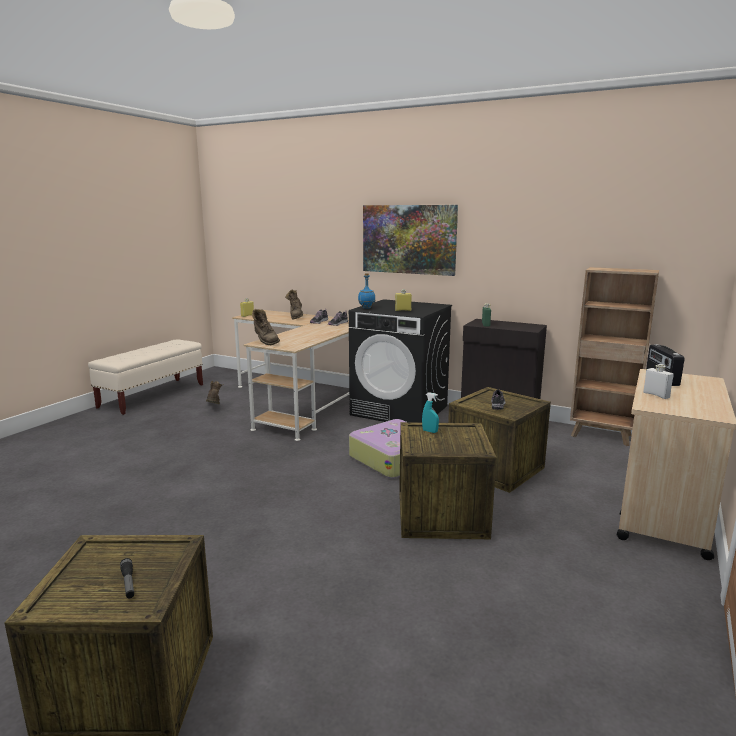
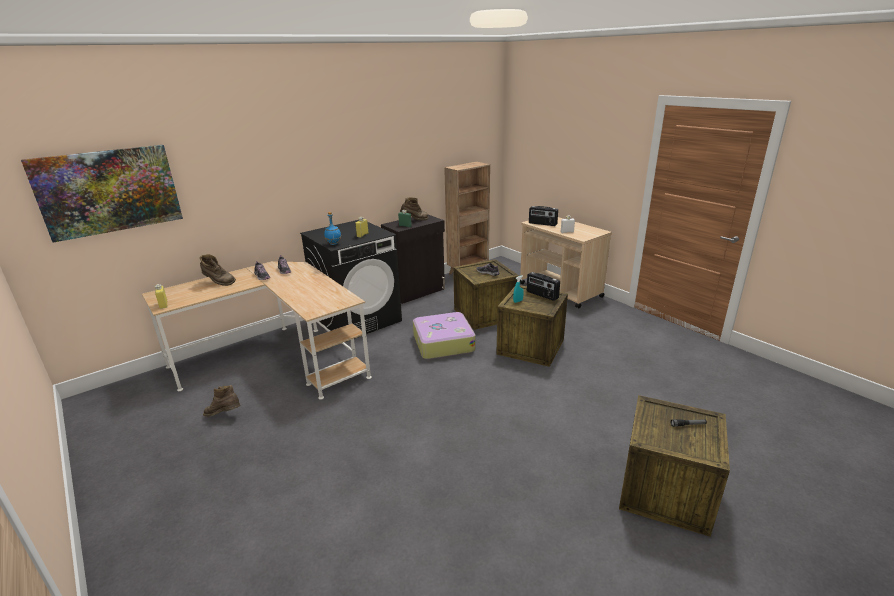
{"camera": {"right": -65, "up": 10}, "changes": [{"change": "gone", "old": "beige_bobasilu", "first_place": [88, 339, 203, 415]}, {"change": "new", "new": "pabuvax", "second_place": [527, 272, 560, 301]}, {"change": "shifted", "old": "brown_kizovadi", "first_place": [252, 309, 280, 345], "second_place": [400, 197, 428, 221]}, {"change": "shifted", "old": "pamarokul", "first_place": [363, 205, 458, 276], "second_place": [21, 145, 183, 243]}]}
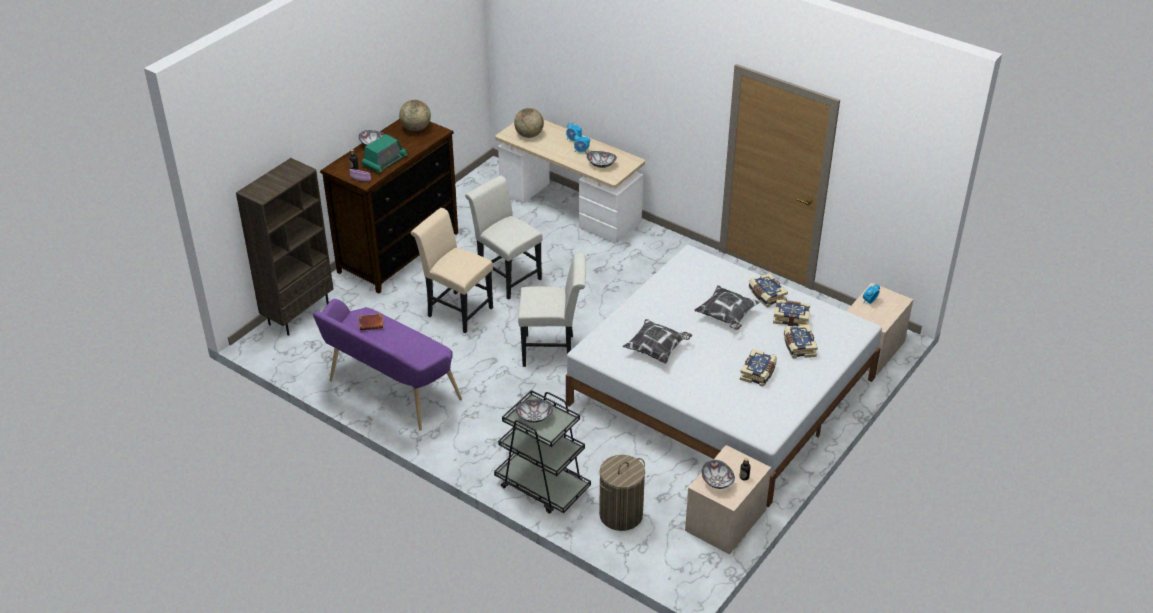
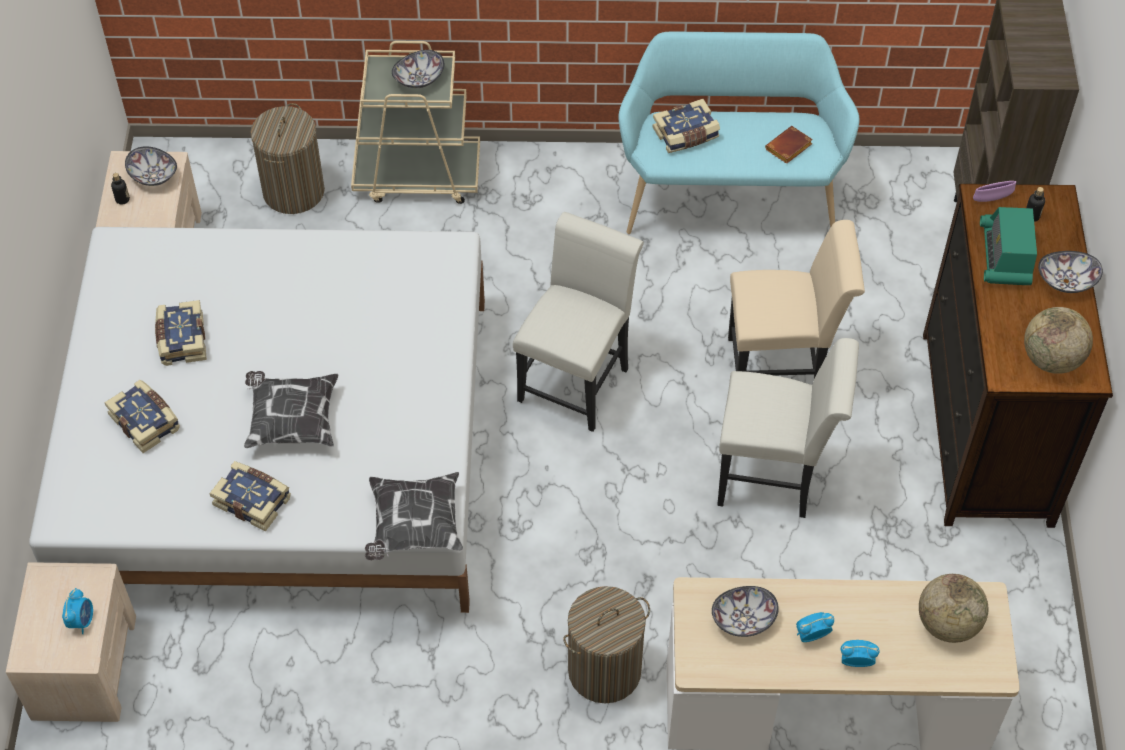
{"camera": {"right": 145, "up": 15}, "changes": [{"change": "new", "new": "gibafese", "second_place": [563, 586, 650, 703]}, {"change": "shifted", "old": "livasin", "first_place": [622, 319, 692, 364], "second_place": [365, 472, 463, 561]}, {"change": "shifted", "old": "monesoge", "first_place": [773, 300, 810, 326], "second_place": [653, 99, 720, 153]}, {"change": "repainted", "old": "purple_bobasilu", "new": "turquoise_bobasilu", "first_place": [313, 299, 462, 431], "second_place": [618, 32, 860, 234]}, {"change": "repainted", "old": "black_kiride", "new": "beige_kiride", "first_place": [494, 390, 591, 514], "second_place": [351, 41, 480, 204]}, {"change": "rotated", "old": "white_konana", "first_place": [518, 253, 586, 367], "second_place": [513, 212, 644, 432], "degrees": 150}]}
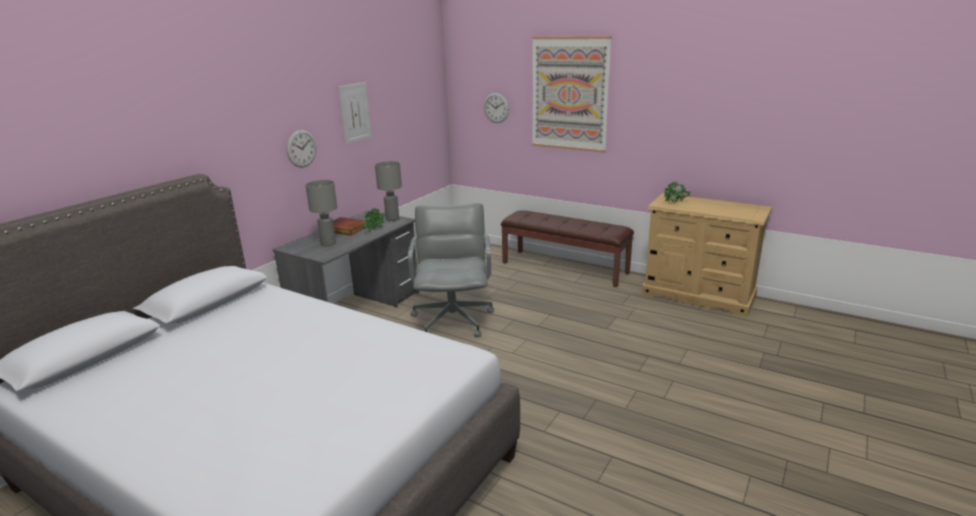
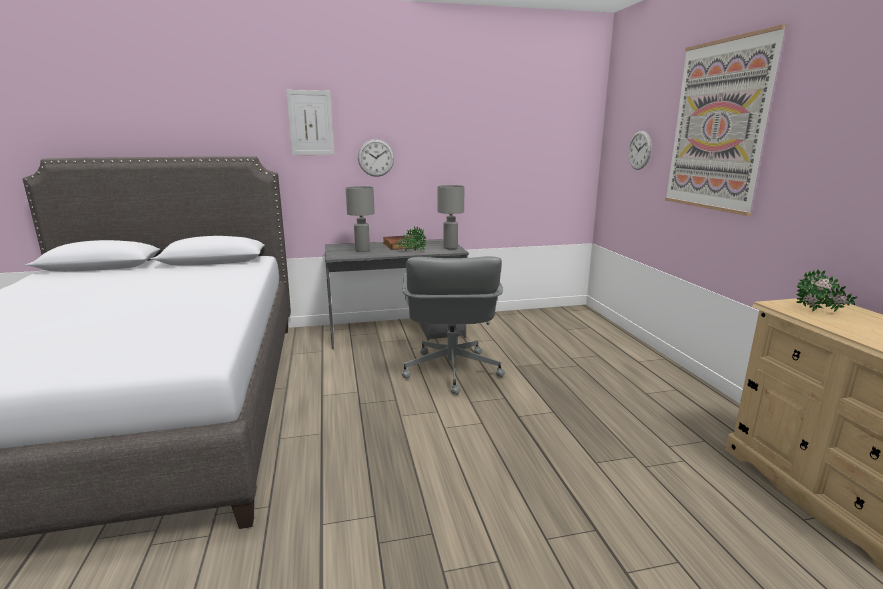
{"camera": {"right": 45, "up": -5}, "changes": [{"change": "gone", "old": "brown_bobasilu", "first_place": [501, 210, 634, 287]}, {"change": "shifted", "old": "pamarokul", "first_place": [338, 82, 372, 144], "second_place": [286, 90, 334, 155]}, {"change": "rotated", "old": "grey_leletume", "first_place": [408, 203, 494, 337], "second_place": [402, 256, 505, 395], "degrees": 135}]}
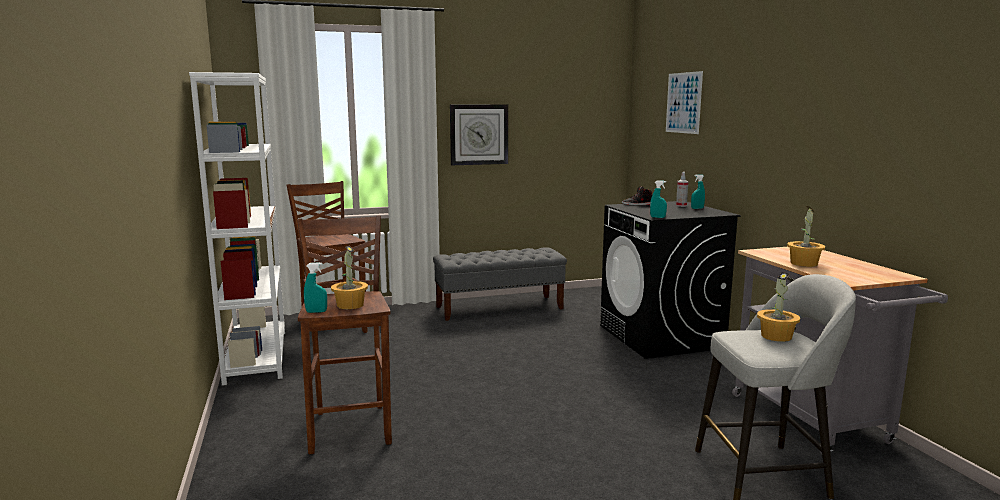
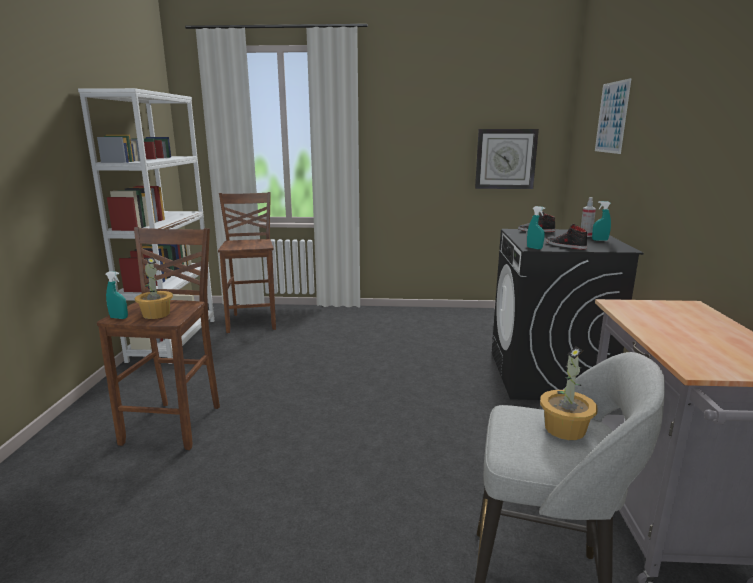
{"camera": {"right": 20, "up": 5}, "changes": [{"change": "gone", "old": "grey_bobasilu", "first_place": [433, 247, 567, 321]}, {"change": "gone", "old": "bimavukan", "first_place": [787, 206, 825, 267]}, {"change": "new", "new": "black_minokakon", "second_place": [546, 224, 587, 250]}, {"change": "shifted", "old": "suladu", "first_place": [450, 105, 508, 165], "second_place": [475, 129, 539, 189]}]}
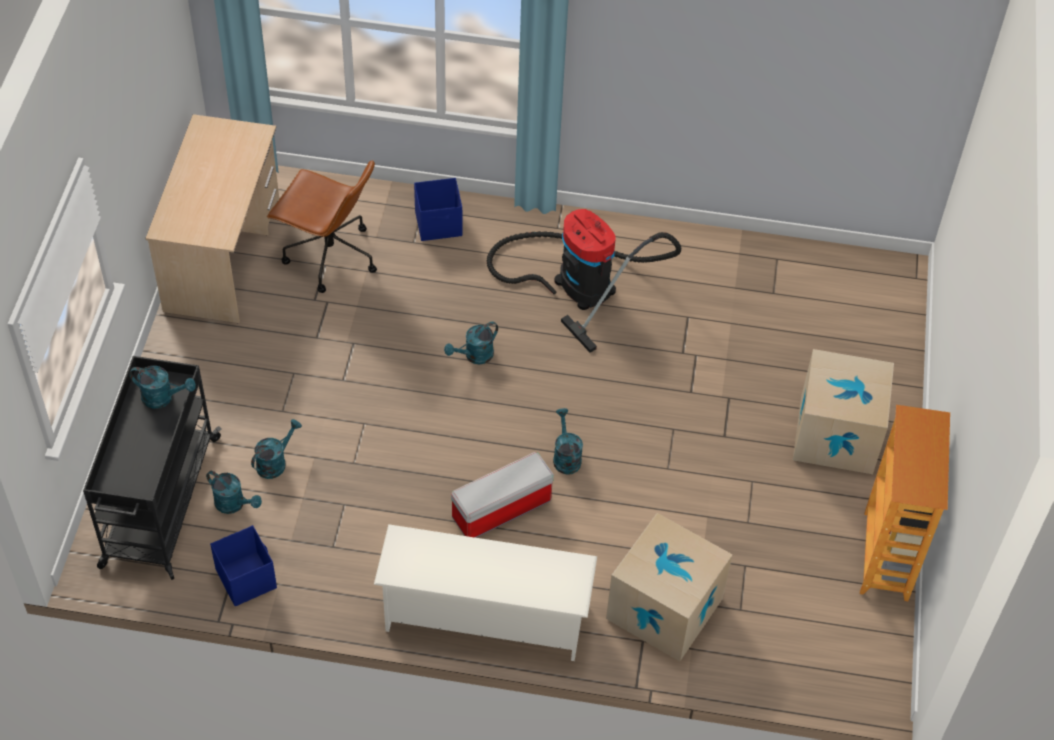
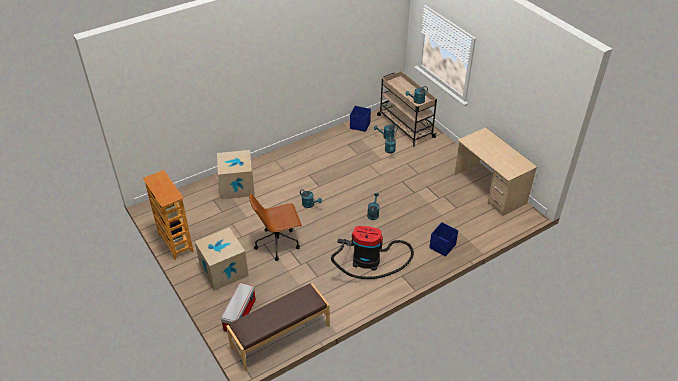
{"camera": {"right": 140, "up": -10}, "changes": [{"change": "gone", "old": "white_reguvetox", "first_place": [374, 524, 597, 661]}, {"change": "new", "new": "brown_bobasilu", "second_place": [226, 283, 330, 371]}, {"change": "shifted", "old": "brown_leletume", "first_place": [267, 160, 377, 293], "second_place": [249, 193, 302, 261]}, {"change": "shifted", "old": "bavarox", "first_place": [451, 452, 554, 538], "second_place": [221, 283, 256, 332]}, {"change": "repainted", "old": "black_kiride", "new": "beige_kiride", "first_place": [83, 356, 222, 580], "second_place": [377, 71, 437, 147]}]}
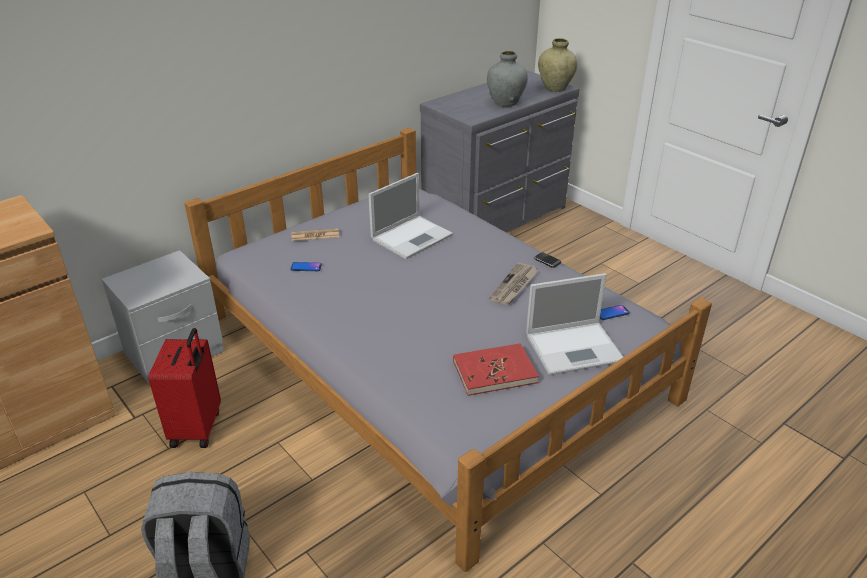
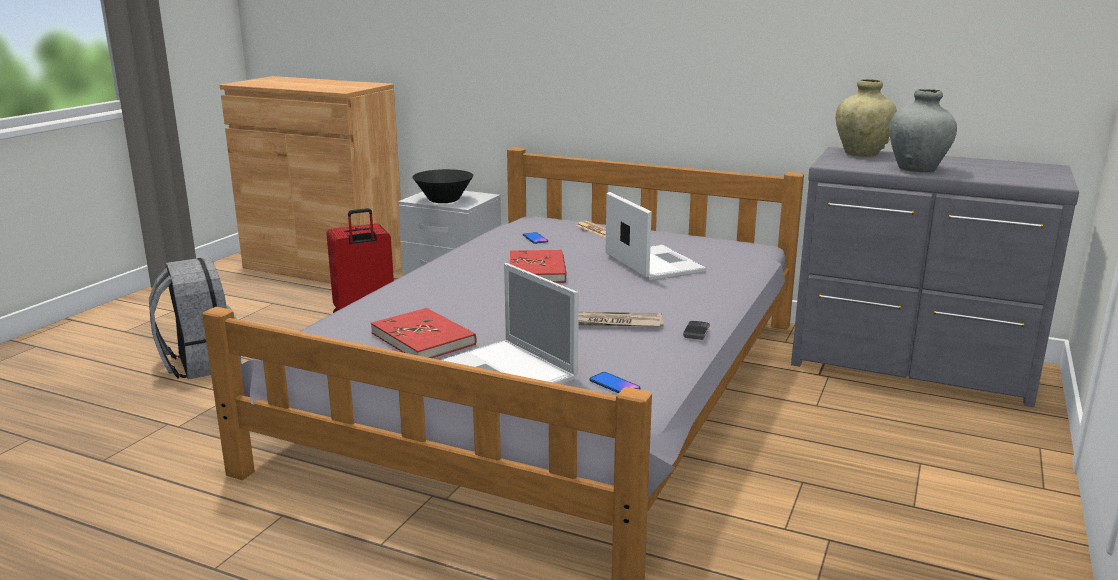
{"camera": {"right": 65, "up": -15}, "changes": [{"change": "new", "new": "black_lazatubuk", "second_place": [412, 169, 473, 203]}, {"change": "new", "new": "red_monesoge", "second_place": [510, 250, 567, 283]}, {"change": "shifted", "old": "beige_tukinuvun", "first_place": [538, 38, 577, 92], "second_place": [836, 79, 897, 157]}, {"change": "rotated", "old": "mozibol", "first_place": [368, 173, 453, 259], "second_place": [605, 192, 706, 281], "degrees": -135}]}
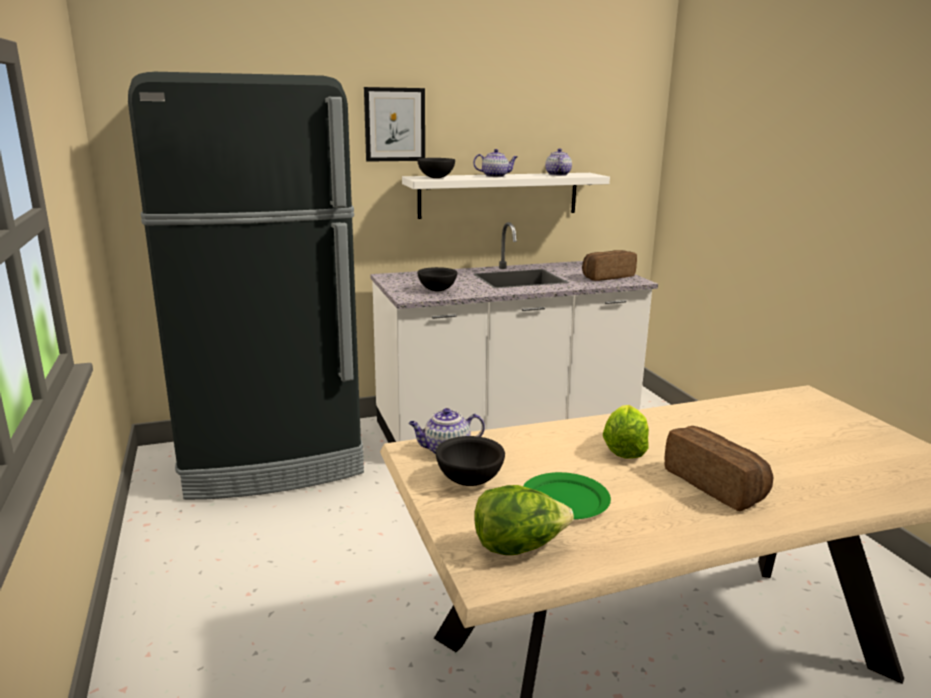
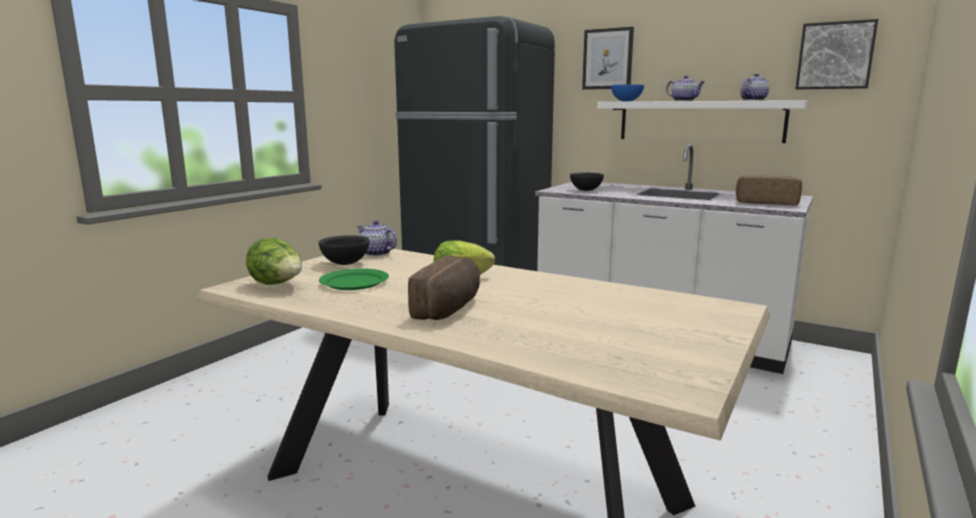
{"camera": {"right": 50, "up": -5}, "changes": [{"change": "new", "new": "pamarokul", "second_place": [795, 19, 878, 89]}, {"change": "repainted", "old": "black_lazatubuk", "new": "blue_lazatubuk", "first_place": [417, 158, 455, 178], "second_place": [611, 84, 644, 101]}]}
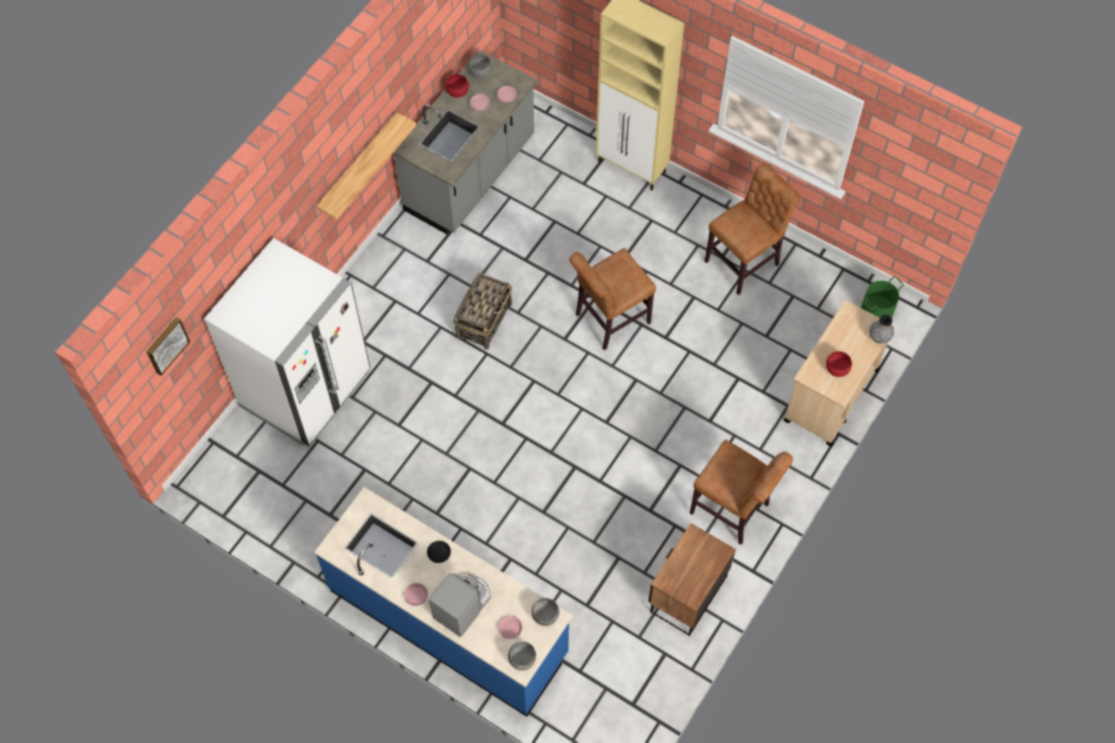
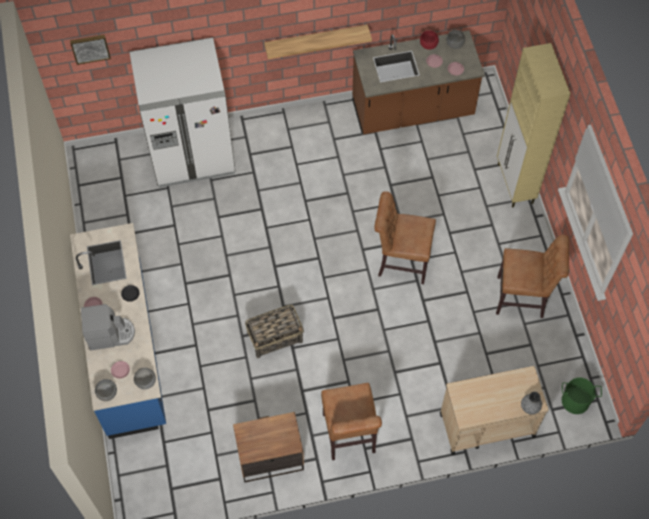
{"camera": {"right": 45, "up": 0}, "changes": [{"change": "gone", "old": "red_lazatubuk", "first_place": [826, 351, 852, 377]}, {"change": "shifted", "old": "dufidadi", "first_place": [453, 273, 512, 350], "second_place": [245, 305, 304, 358]}, {"change": "repainted", "old": "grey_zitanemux", "new": "brown_zitanemux", "first_place": [393, 50, 538, 234], "second_place": [352, 30, 485, 134]}]}
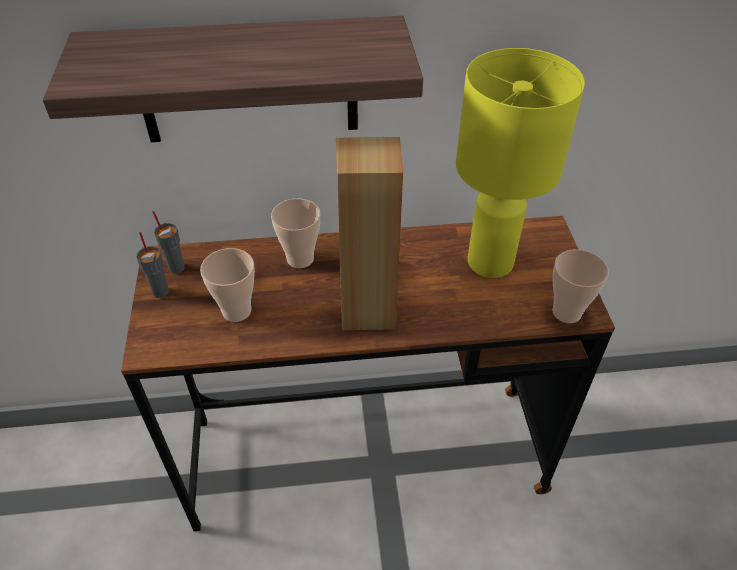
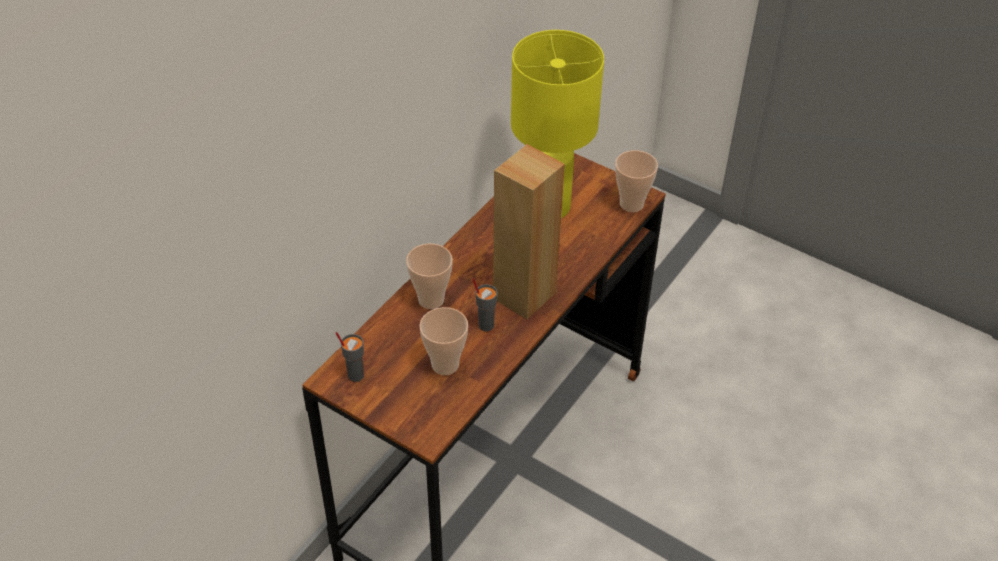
{"camera": {"right": -50, "up": 0}, "changes": [{"change": "gone", "old": "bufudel", "first_place": [43, 16, 423, 142]}, {"change": "shifted", "old": "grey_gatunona", "first_place": [136, 232, 169, 298], "second_place": [473, 278, 497, 331]}]}
